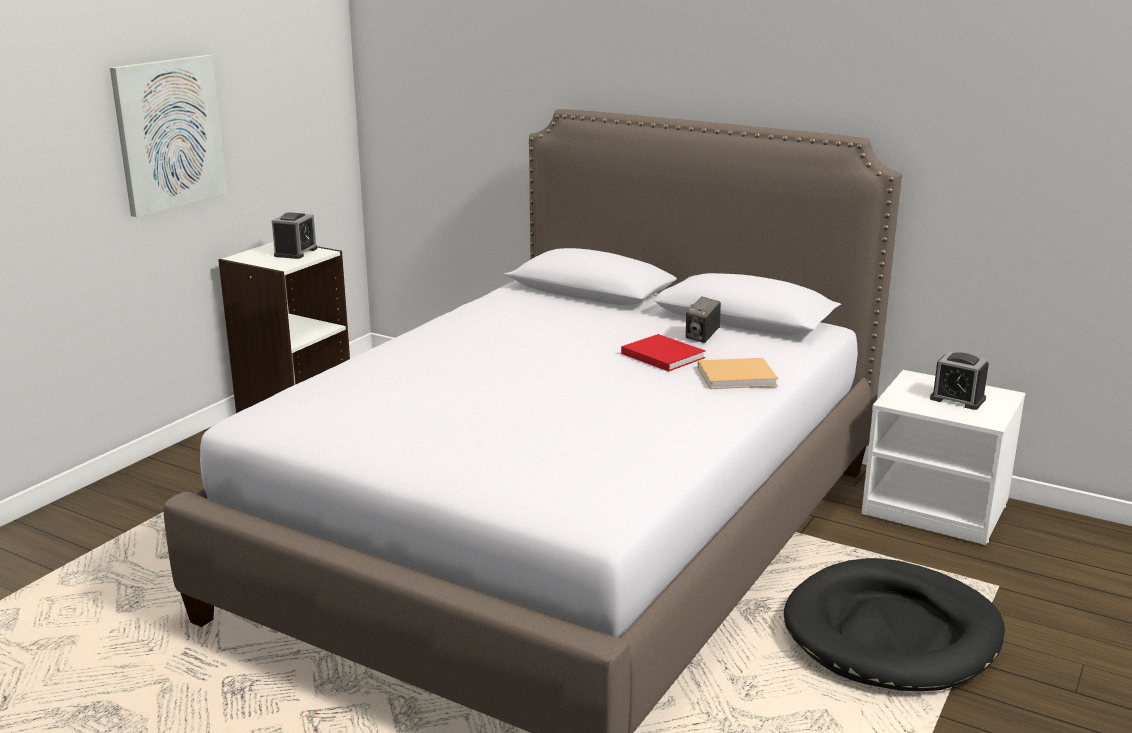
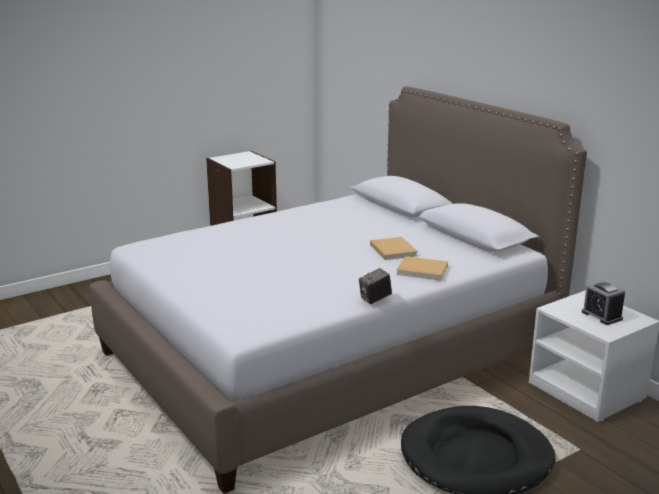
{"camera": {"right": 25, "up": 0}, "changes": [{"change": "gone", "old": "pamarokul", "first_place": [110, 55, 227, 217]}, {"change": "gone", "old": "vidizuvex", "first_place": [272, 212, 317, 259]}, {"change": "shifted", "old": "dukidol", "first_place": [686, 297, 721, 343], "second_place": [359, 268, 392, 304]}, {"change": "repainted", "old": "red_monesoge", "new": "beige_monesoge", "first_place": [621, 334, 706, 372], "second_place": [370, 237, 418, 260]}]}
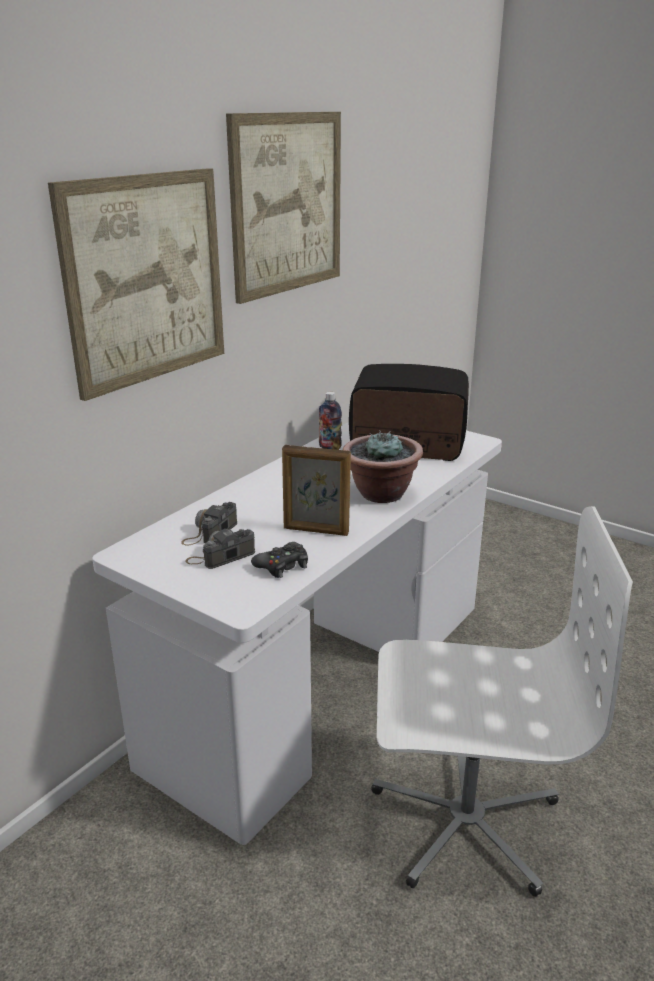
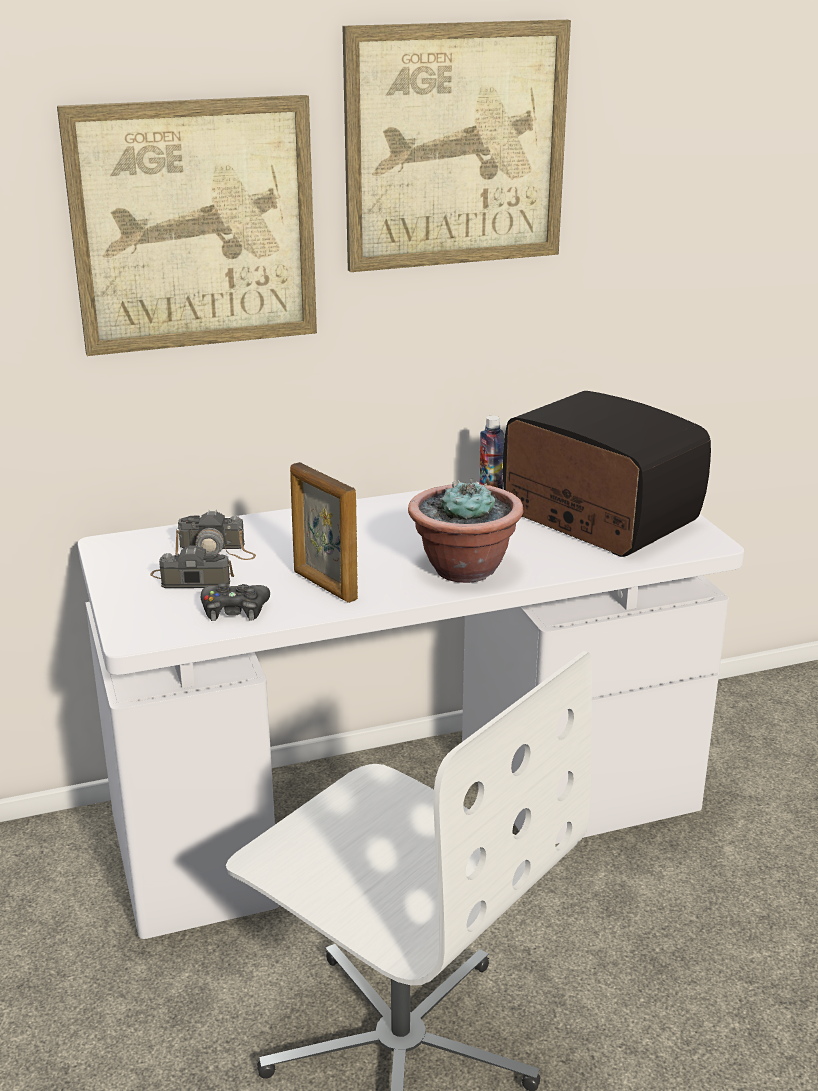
{"camera": {"right": 35, "up": 0}, "changes": [{"change": "rotated", "old": "dukidol", "first_place": [181, 502, 237, 546], "second_place": [175, 510, 256, 560], "degrees": -150}]}
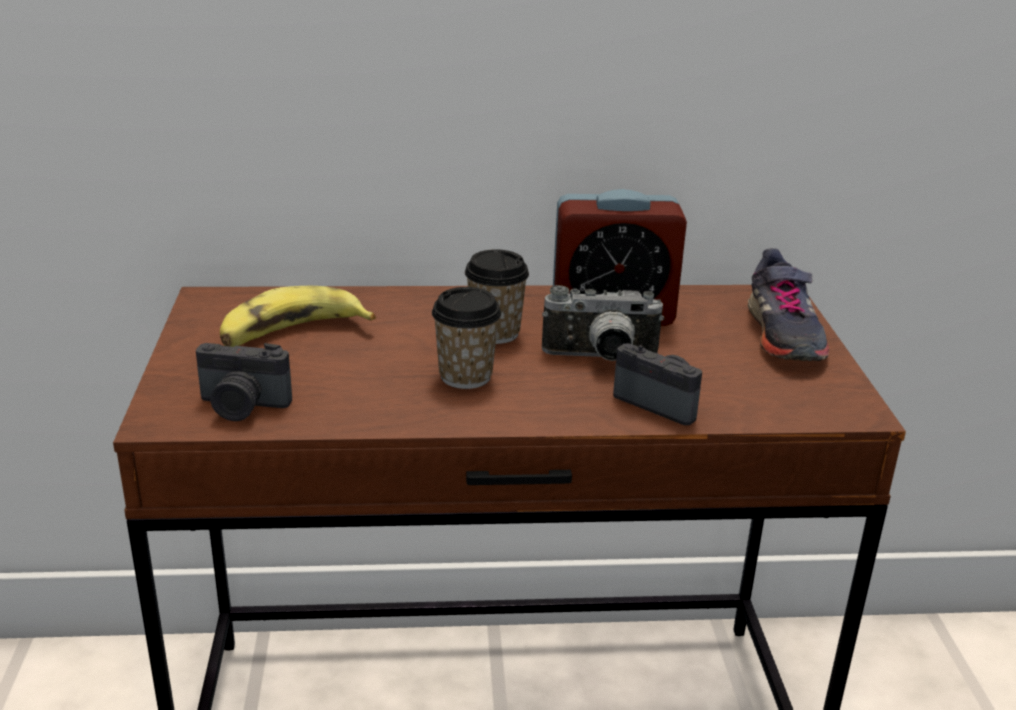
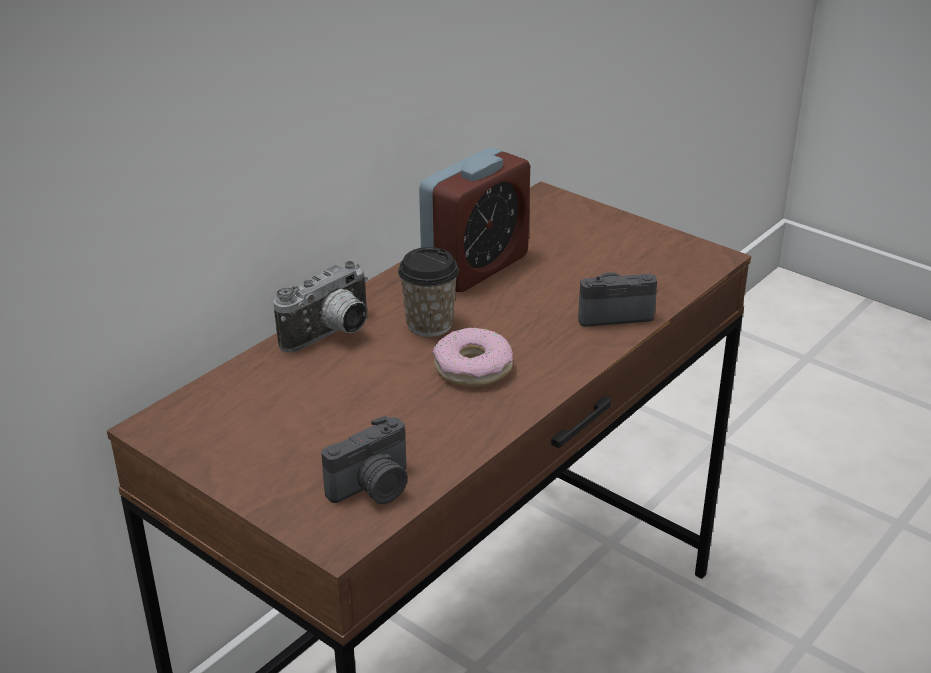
{"camera": {"right": -45, "up": 5}, "changes": [{"change": "gone", "old": "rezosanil", "first_place": [220, 286, 376, 347]}, {"change": "gone", "old": "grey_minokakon", "first_place": [748, 248, 829, 361]}, {"change": "shifted", "old": "dukidol", "first_place": [542, 285, 665, 361], "second_place": [274, 261, 368, 353]}, {"change": "swapped", "old": "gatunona", "new": "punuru", "first_place": [432, 287, 501, 389], "second_place": [432, 327, 513, 387]}]}
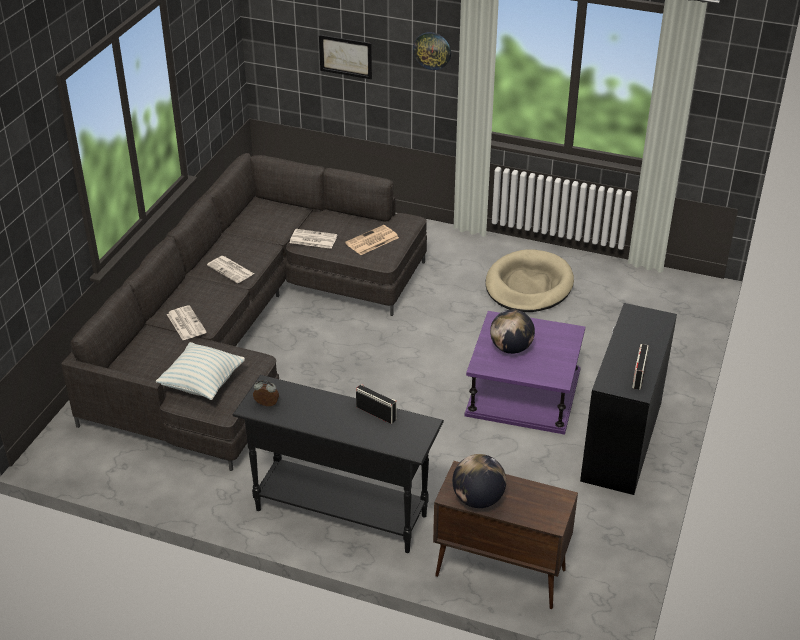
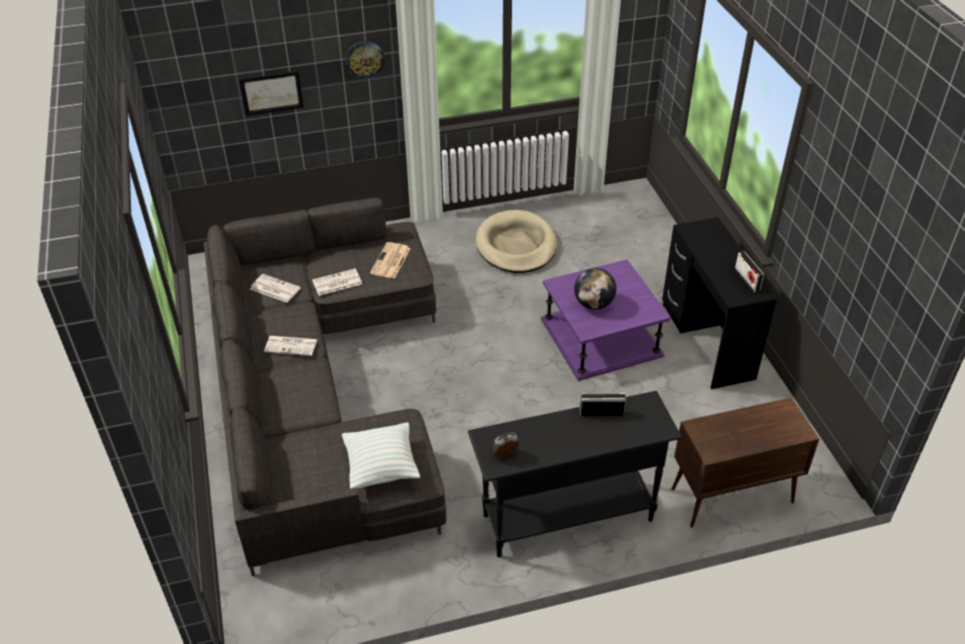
{"camera": {"right": -35, "up": 5}, "changes": [{"change": "gone", "old": "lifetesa", "first_place": [452, 454, 506, 508]}, {"change": "shifted", "old": "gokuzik", "first_place": [167, 305, 206, 340], "second_place": [250, 274, 301, 303]}]}
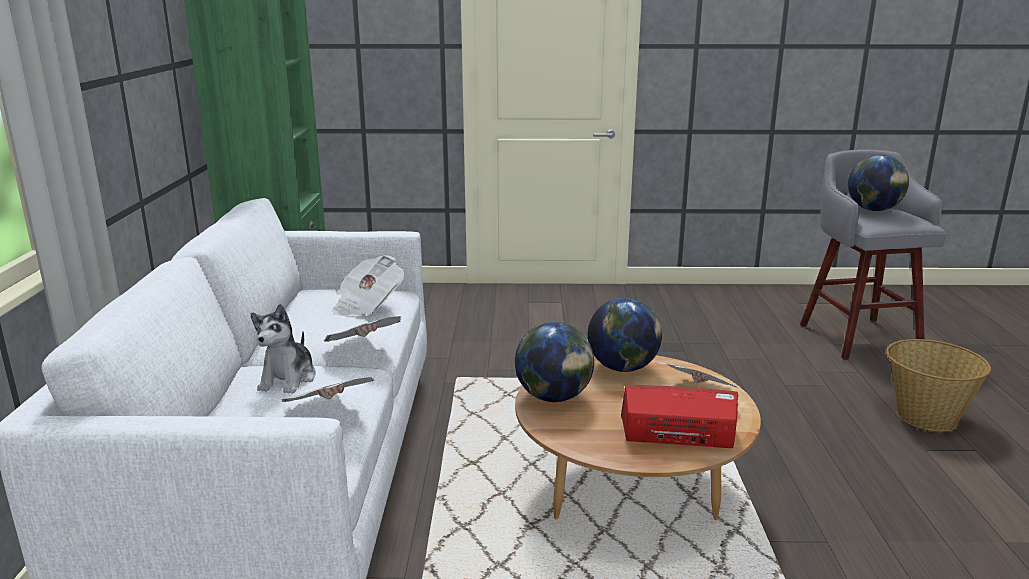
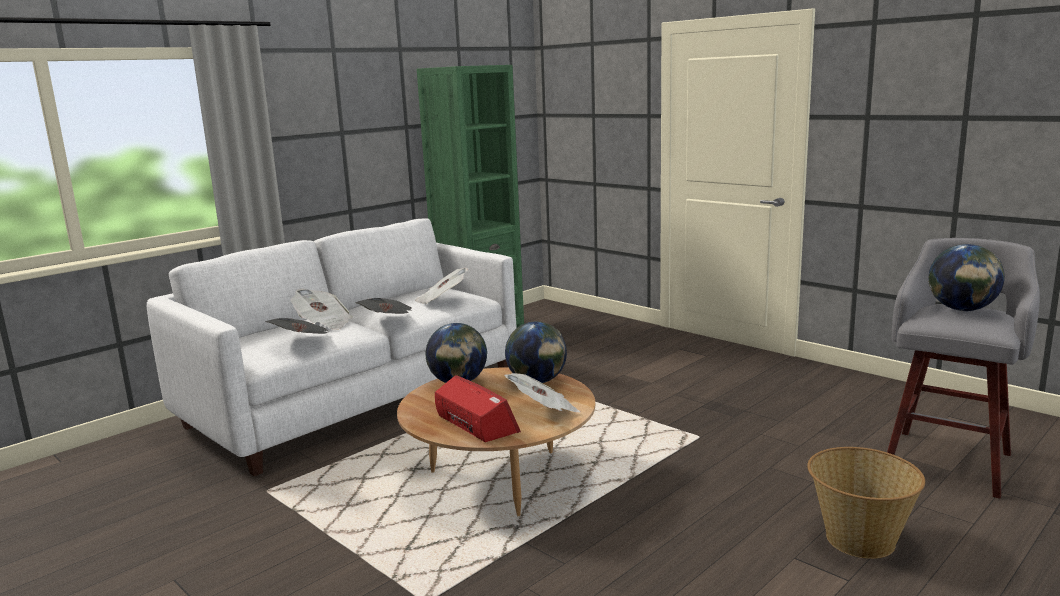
{"camera": {"right": 45, "up": -5}, "changes": [{"change": "swapped", "old": "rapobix", "new": "gokuzik", "first_place": [251, 304, 316, 394], "second_place": [290, 289, 353, 330]}]}
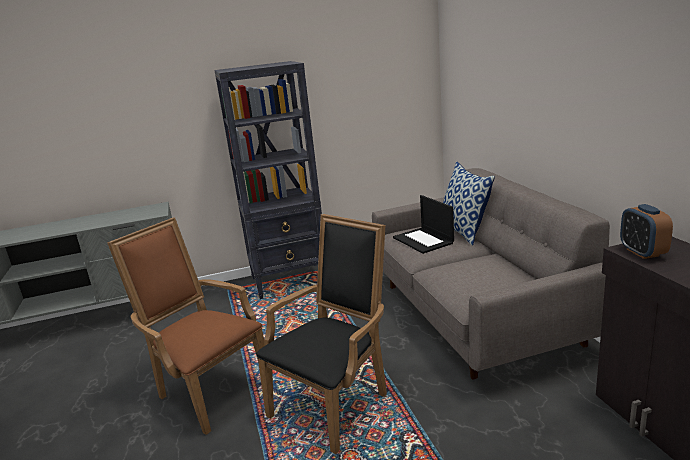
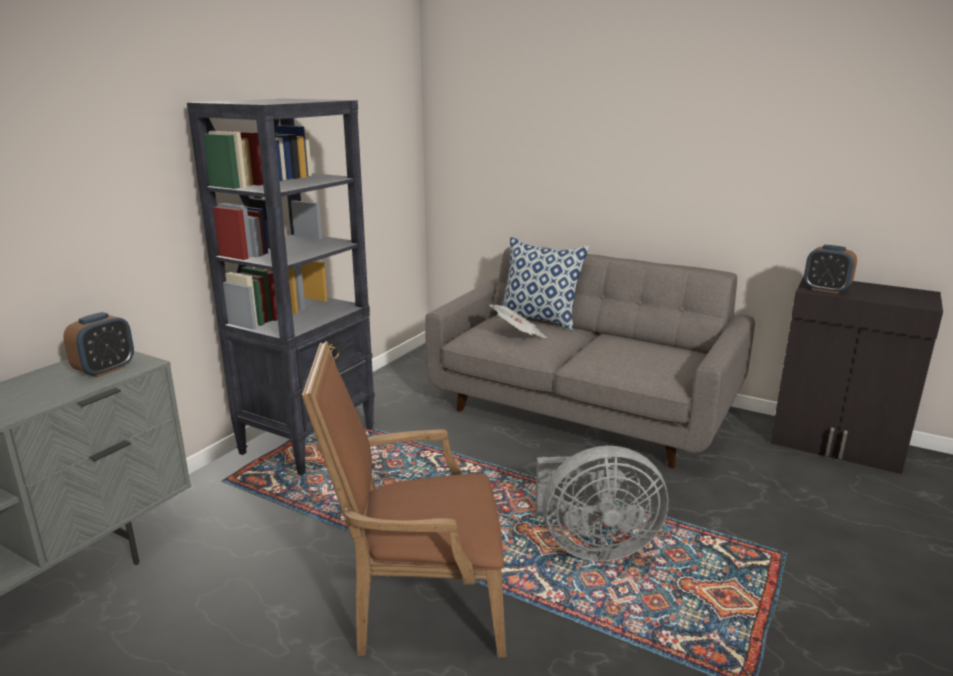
{"camera": {"right": -45, "up": 0}, "changes": [{"change": "new", "new": "vidizuvex", "second_place": [63, 312, 134, 377]}, {"change": "swapped", "old": "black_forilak", "new": "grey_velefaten", "first_place": [256, 214, 387, 454], "second_place": [535, 446, 668, 561]}, {"change": "swapped", "old": "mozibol", "new": "gokuzik", "first_place": [393, 195, 454, 254], "second_place": [490, 305, 547, 338]}]}
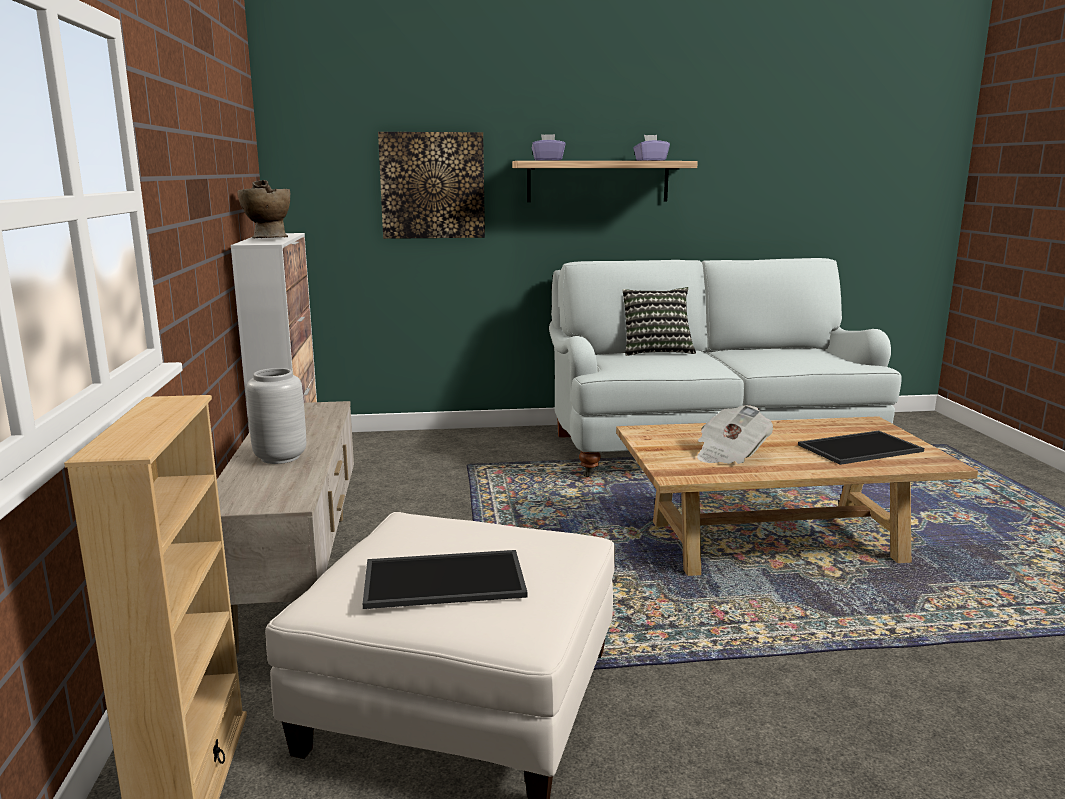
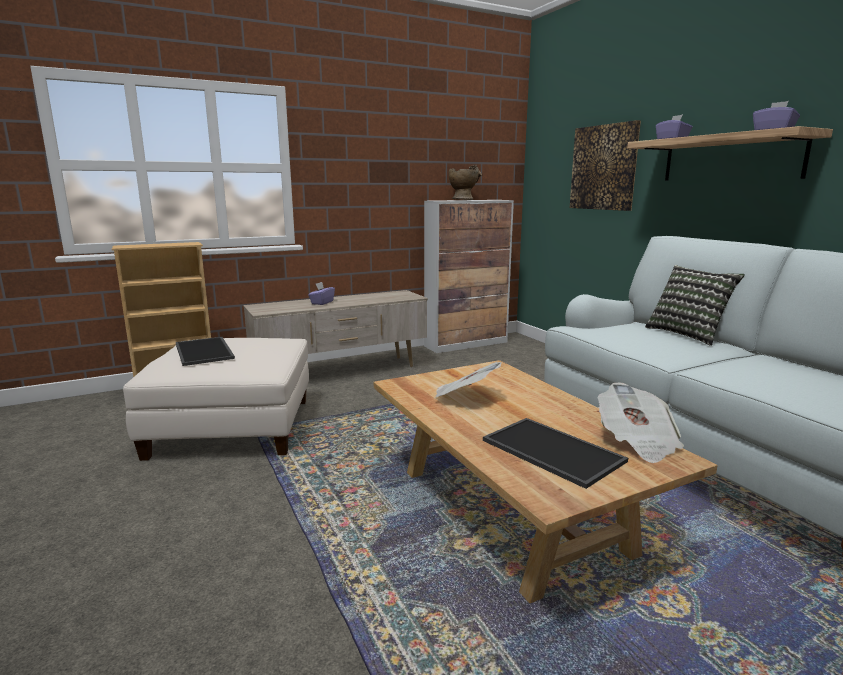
{"camera": {"right": 70, "up": 0}, "changes": [{"change": "new", "new": "gokuzik", "second_place": [598, 382, 684, 463]}, {"change": "swapped", "old": "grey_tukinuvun", "new": "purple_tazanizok", "first_place": [246, 368, 306, 464], "second_place": [308, 282, 335, 305]}]}
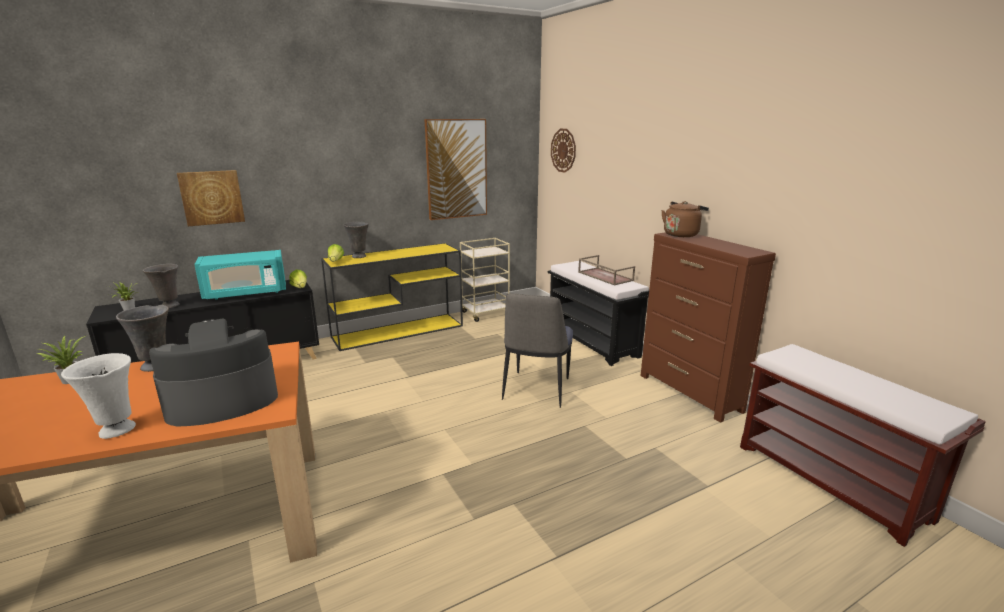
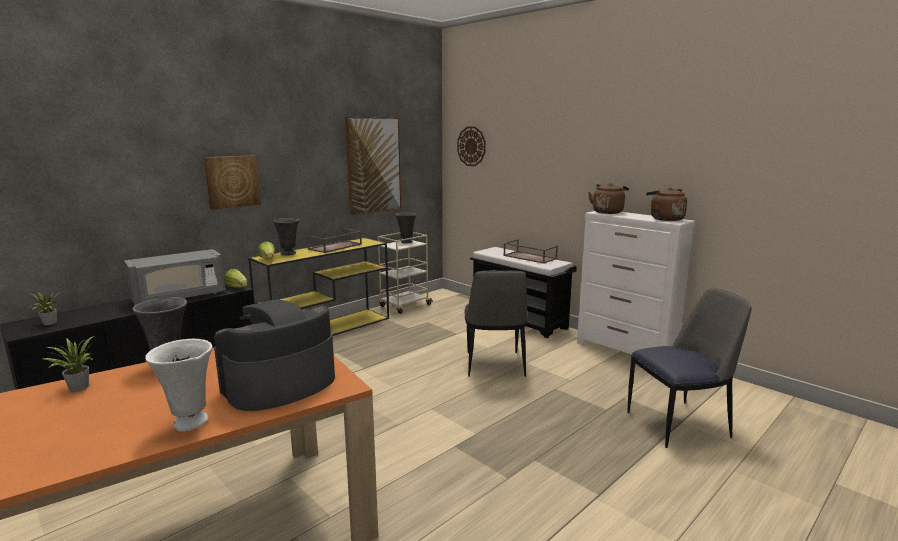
{"camera": {"right": -15, "up": -5}, "changes": [{"change": "gone", "old": "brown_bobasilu", "first_place": [740, 344, 986, 547]}, {"change": "new", "new": "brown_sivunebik", "second_place": [307, 228, 362, 253]}, {"change": "new", "new": "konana", "second_place": [628, 288, 752, 448]}, {"change": "new", "new": "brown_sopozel", "second_place": [646, 188, 687, 221]}, {"change": "shifted", "old": "grey_tukinuvun", "first_place": [143, 264, 180, 308], "second_place": [396, 212, 417, 244]}, {"change": "shifted", "old": "pamarokul", "first_place": [177, 170, 245, 226], "second_place": [204, 155, 261, 210]}, {"change": "repainted", "old": "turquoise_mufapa", "new": "grey_mufapa", "first_place": [194, 250, 286, 300], "second_place": [124, 249, 226, 305]}, {"change": "repainted", "old": "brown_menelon", "new": "white_menelon", "first_place": [641, 232, 776, 423], "second_place": [577, 211, 695, 355]}]}
